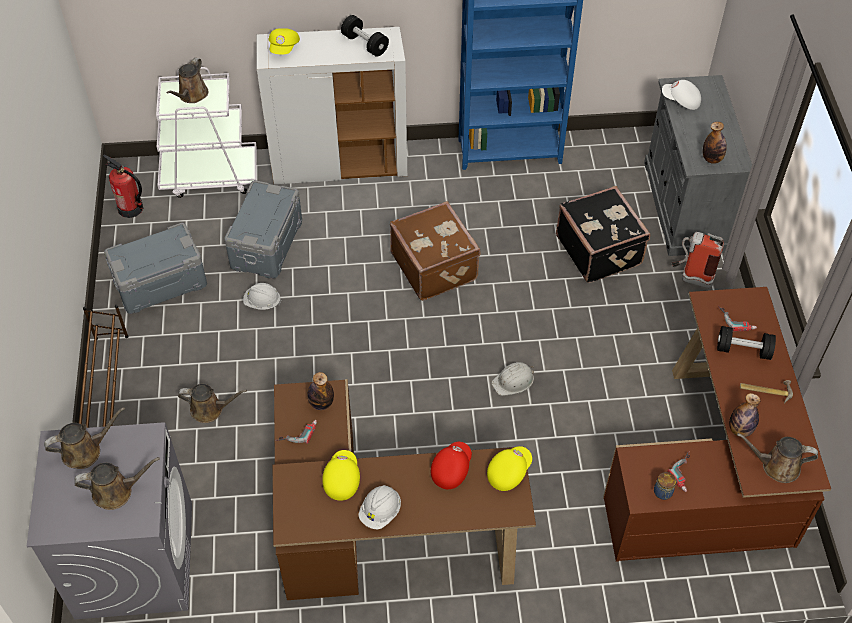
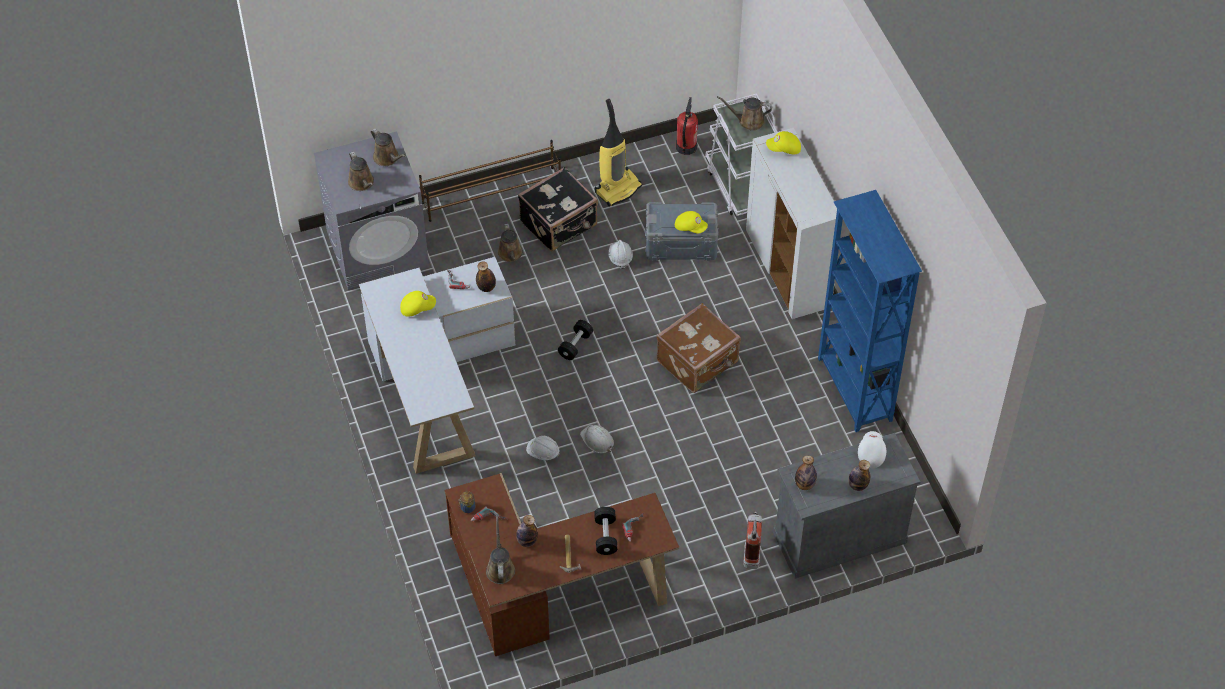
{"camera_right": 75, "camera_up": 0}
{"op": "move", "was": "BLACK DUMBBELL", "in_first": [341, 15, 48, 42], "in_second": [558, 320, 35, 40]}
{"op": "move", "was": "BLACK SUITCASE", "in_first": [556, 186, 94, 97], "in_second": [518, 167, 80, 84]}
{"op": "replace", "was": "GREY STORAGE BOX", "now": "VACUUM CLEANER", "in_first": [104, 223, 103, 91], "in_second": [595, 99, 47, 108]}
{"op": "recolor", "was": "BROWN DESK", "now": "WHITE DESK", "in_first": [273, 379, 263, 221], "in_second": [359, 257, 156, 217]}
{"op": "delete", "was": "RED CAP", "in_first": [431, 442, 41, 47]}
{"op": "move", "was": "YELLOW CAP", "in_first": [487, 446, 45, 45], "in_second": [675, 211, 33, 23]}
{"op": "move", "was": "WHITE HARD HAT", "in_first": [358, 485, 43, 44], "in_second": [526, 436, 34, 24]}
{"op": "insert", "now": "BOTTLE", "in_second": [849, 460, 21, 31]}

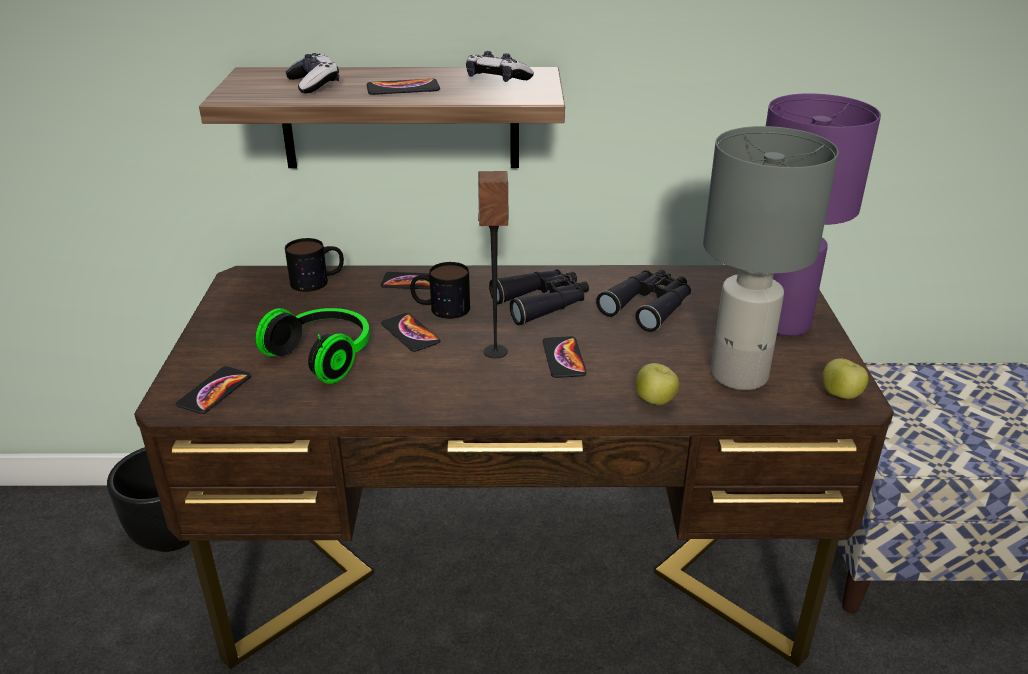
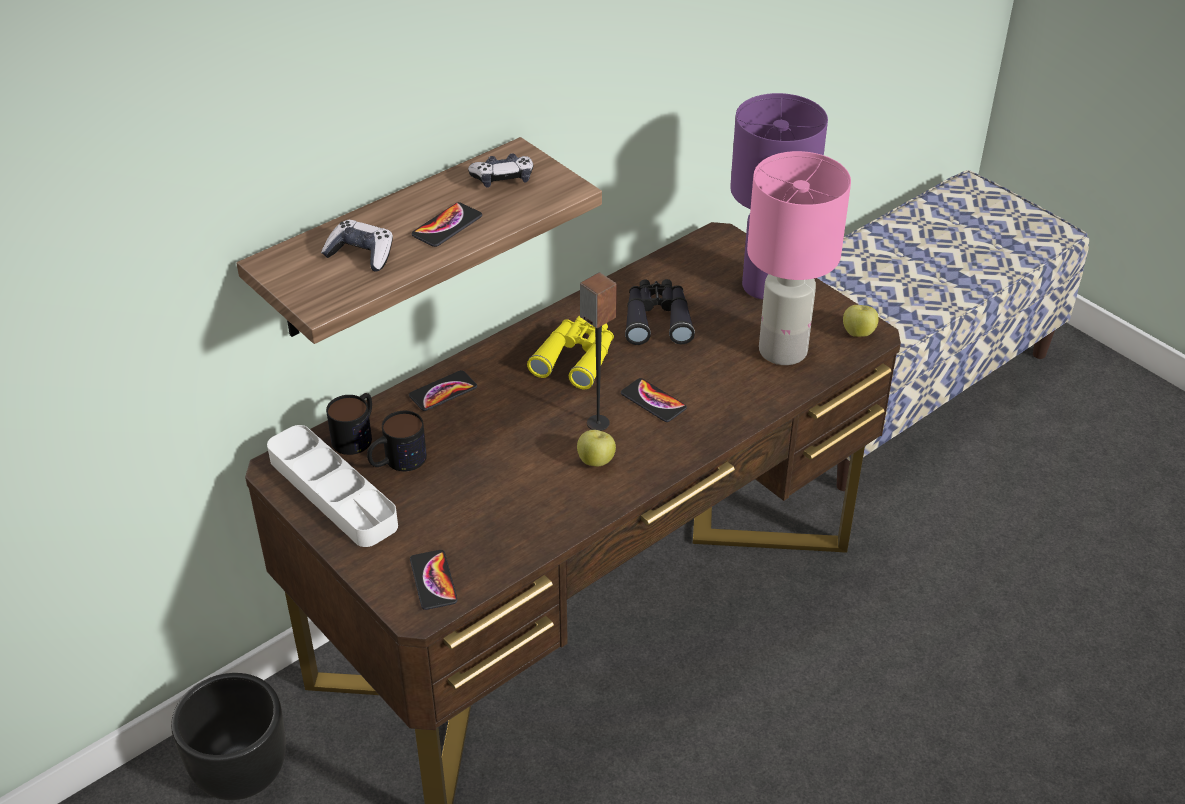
{"camera_right": -40, "camera_up": 10}
{"op": "recolor", "was": "GREY TABLE LAMP", "now": "PINK TABLE LAMP", "in_first": [703, 126, 136, 264], "in_second": [747, 151, 104, 214]}
{"op": "move", "was": "MUG", "in_first": [410, 262, 60, 57], "in_second": [367, 411, 60, 60]}
{"op": "recolor", "was": "BLACK BINOCULARS", "now": "YELLOW BINOCULARS", "in_first": [489, 269, 100, 56], "in_second": [527, 316, 87, 73]}
{"op": "delete", "was": "HEADPHONES", "in_first": [255, 308, 115, 76]}
{"op": "delete", "was": "PHONE", "in_first": [381, 313, 60, 39]}
{"op": "move", "was": "APPLE", "in_first": [636, 363, 43, 42], "in_second": [577, 430, 39, 37]}
{"op": "insert", "now": "WHITE TRAY", "in_second": [267, 425, 131, 122]}

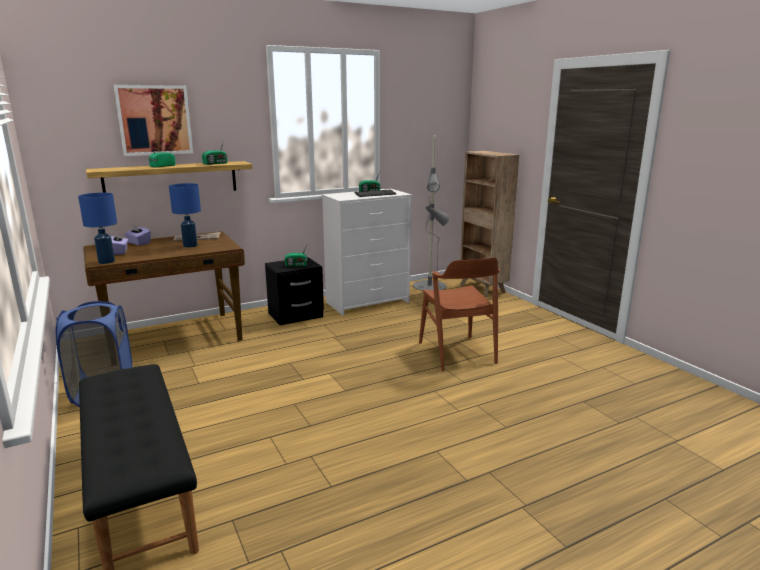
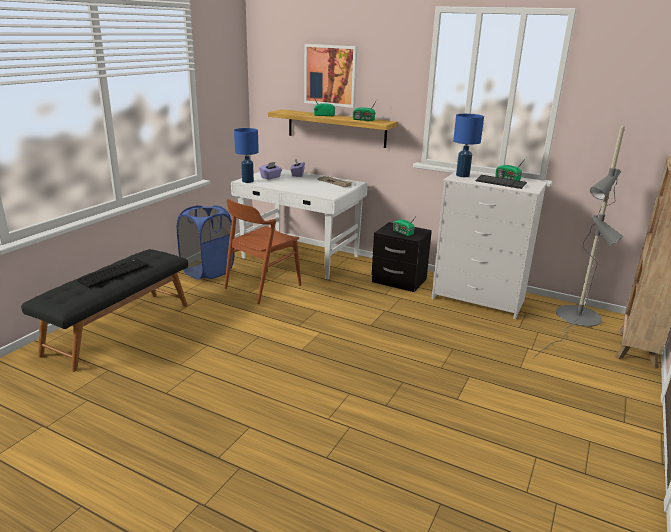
{"camera_right": 55, "camera_up": 5}
{"op": "move", "was": "BLUE TABLE LAMP", "in_first": [169, 183, 32, 65], "in_second": [453, 114, 31, 63]}
{"op": "recolor", "was": "BROWN DESK", "now": "WHITE DESK", "in_first": [83, 231, 162, 110], "in_second": [231, 169, 137, 111]}
{"op": "move", "was": "BROWN CHAIR", "in_first": [419, 257, 81, 114], "in_second": [225, 199, 76, 105]}
{"op": "insert", "now": "KEYBOARD", "in_second": [77, 259, 71, 29]}

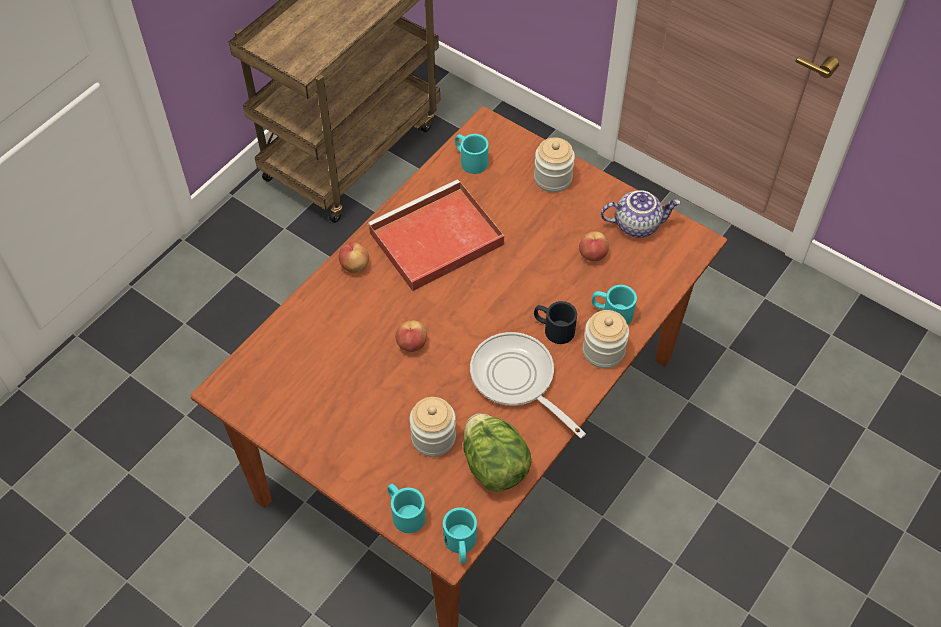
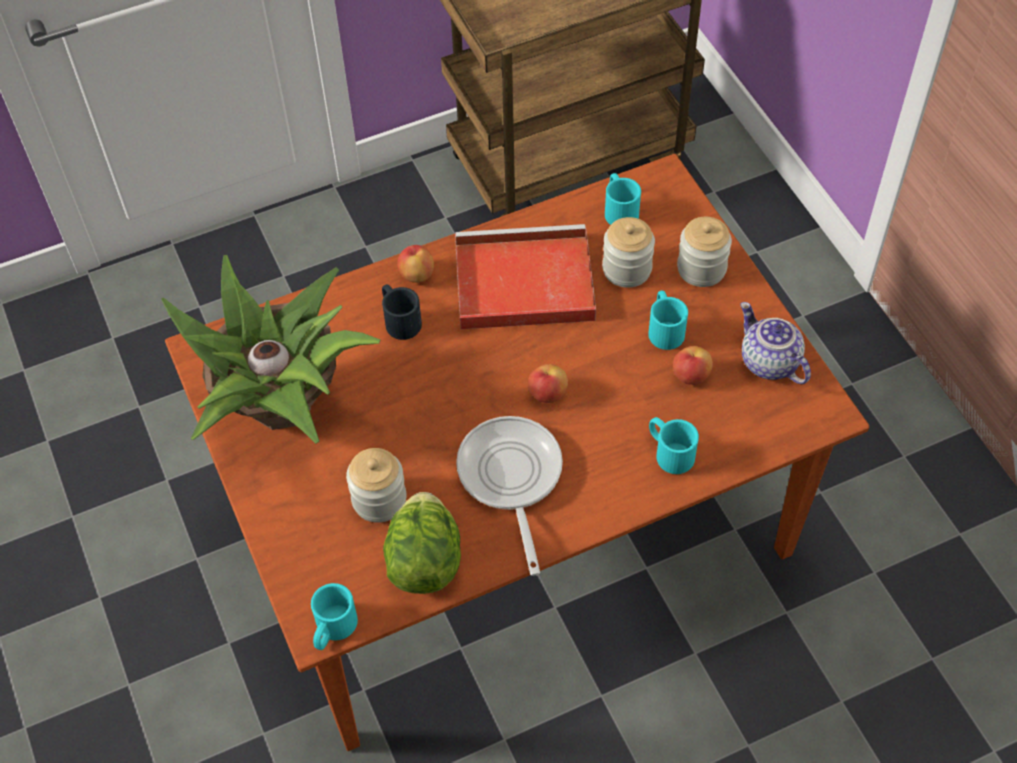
{"camera_right": 30, "camera_up": 0}
{"op": "rotate", "was": "TEAPOT", "in_first": [601, 190, 80, 48], "in_second": [740, 302, 71, 82], "clockwise": -150}
{"op": "move", "was": "BLACK MUG", "in_first": [534, 301, 43, 43], "in_second": [382, 284, 40, 56]}
{"op": "move", "was": "JAR", "in_first": [583, 310, 46, 58], "in_second": [602, 217, 53, 71]}
{"op": "move", "was": "APPLE", "in_first": [395, 320, 32, 32], "in_second": [528, 364, 40, 39]}
{"op": "move", "was": "TURQUOISE MUG", "in_first": [388, 484, 38, 49], "in_second": [648, 291, 40, 59]}
{"op": "insert", "now": "POTTED PLANT", "in_second": [161, 255, 219, 189]}

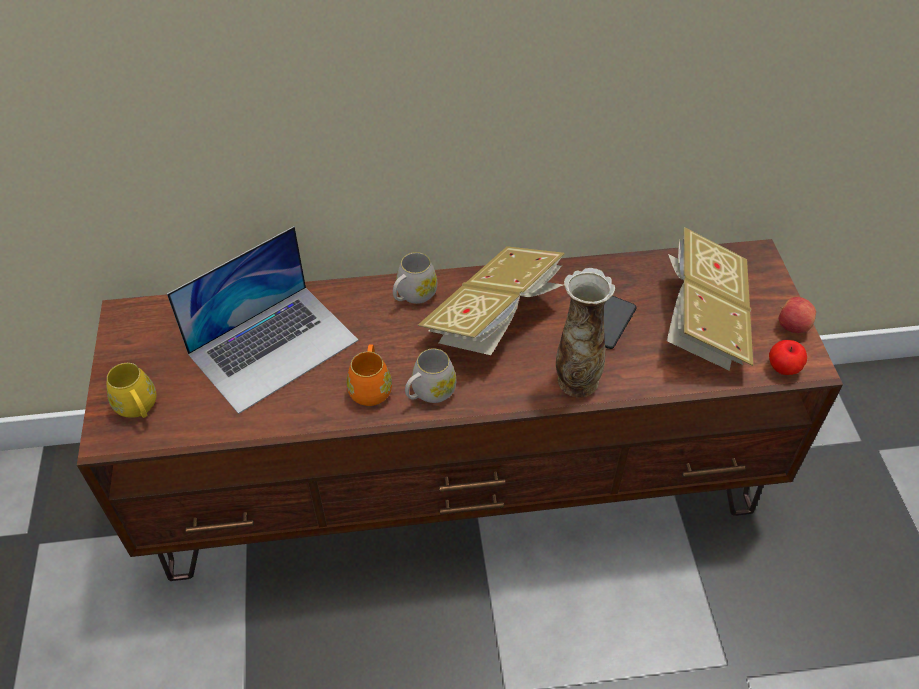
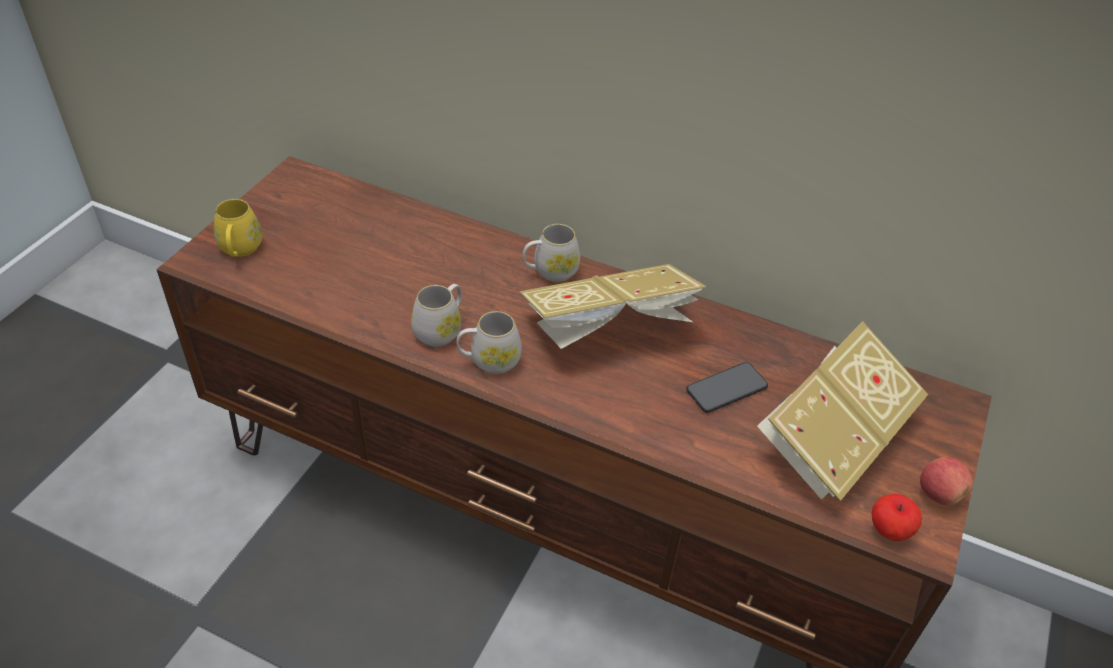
{"camera_right": 30, "camera_up": -5}
{"op": "delete", "was": "LAPTOP", "in_first": [167, 226, 192, 188]}
{"op": "delete", "was": "VASE", "in_first": [556, 268, 59, 129]}
{"op": "recolor", "was": "ORANGE MUG", "now": "WHITE MUG", "in_first": [346, 344, 46, 62], "in_second": [411, 284, 51, 63]}

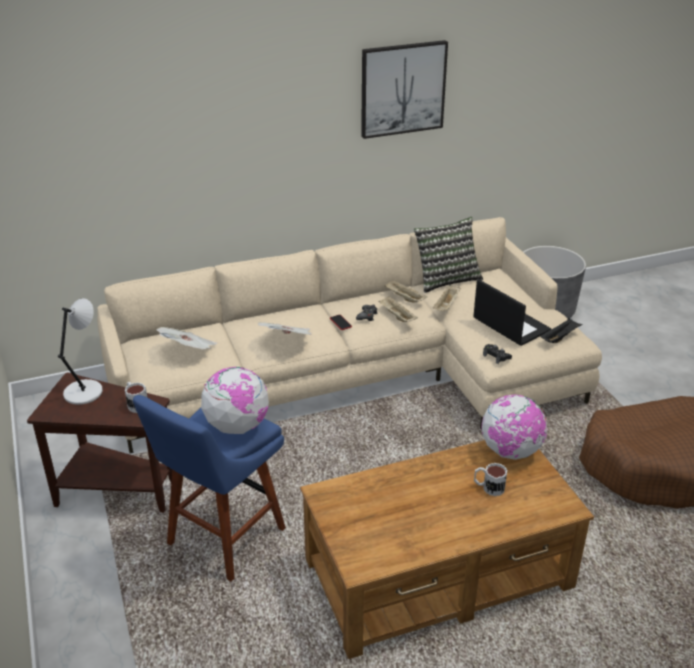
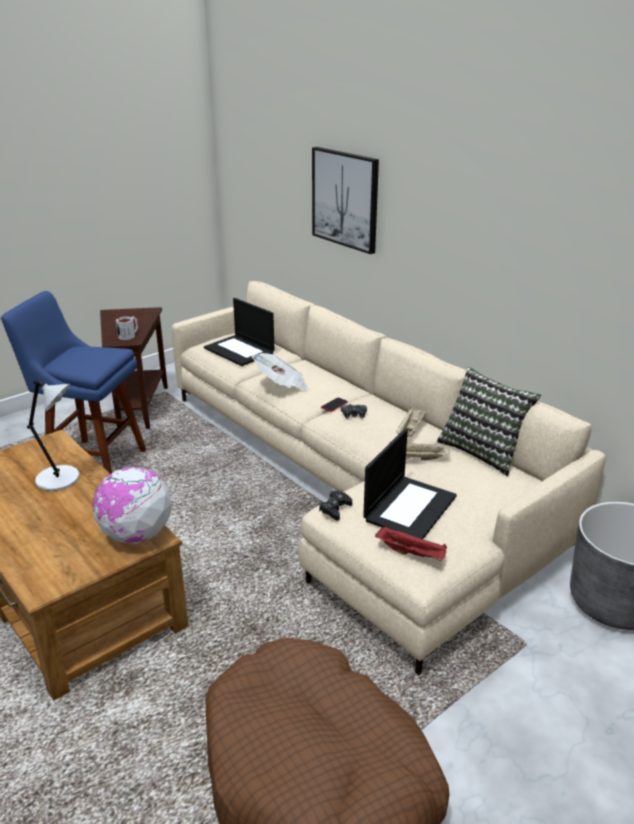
{"camera_right": 70, "camera_up": -5}
{"op": "move", "was": "PICTURE", "in_first": [361, 40, 87, 99], "in_second": [312, 147, 67, 107]}
{"op": "delete", "was": "BEIGE TRAY", "in_first": [379, 296, 39, 26]}
{"op": "move", "was": "GREY TABLE LAMP", "in_first": [58, 298, 45, 107], "in_second": [27, 378, 52, 113]}
{"op": "recolor", "was": "BLACK TRAY", "now": "RED TRAY", "in_first": [540, 318, 43, 25], "in_second": [375, 526, 72, 35]}
{"op": "replace", "was": "NEWSPAPER", "now": "LAPTOP", "in_first": [157, 327, 61, 23], "in_second": [204, 298, 71, 68]}
{"op": "delete", "was": "GLOBE", "in_first": [201, 367, 68, 67]}
{"op": "delete", "was": "MUG", "in_first": [474, 463, 33, 33]}

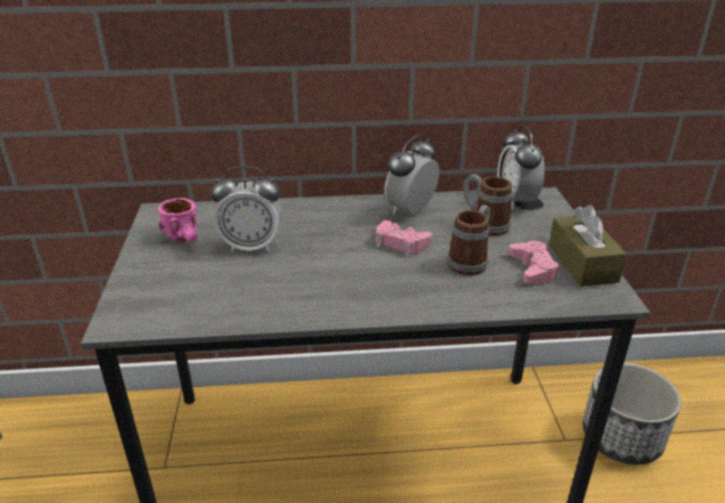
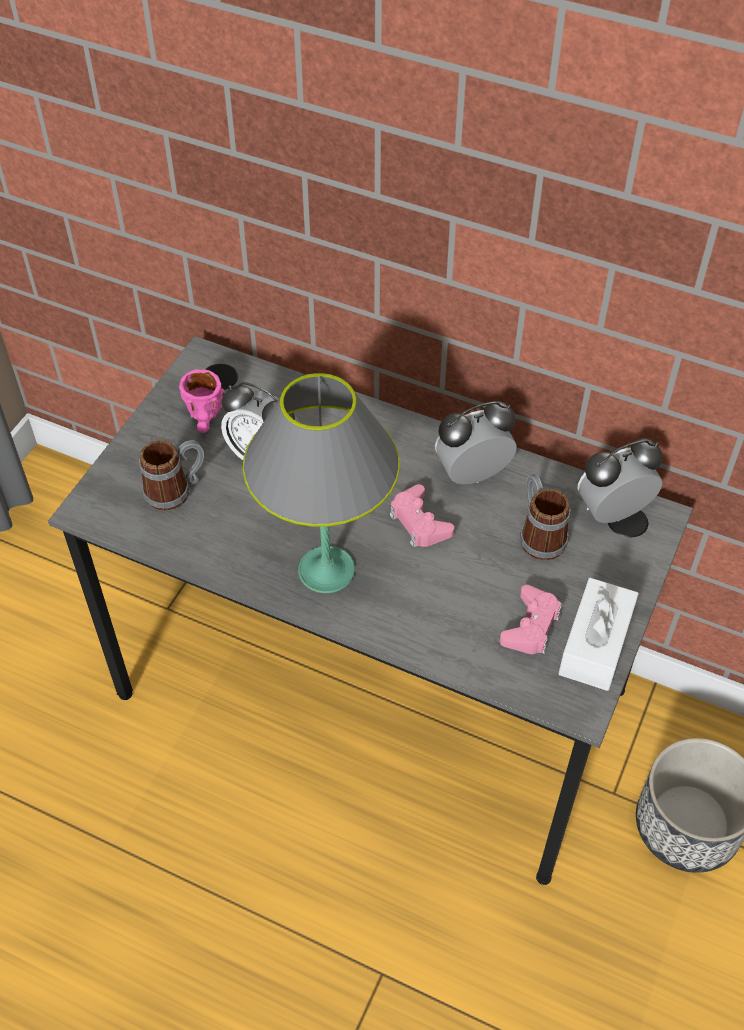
{"camera_right": 30, "camera_up": 20}
{"op": "rotate", "was": "ALARM CLOCK", "in_first": [497, 125, 48, 85], "in_second": [577, 438, 86, 85], "clockwise": 45}
{"op": "move", "was": "MUG", "in_first": [447, 205, 43, 71], "in_second": [139, 440, 65, 71]}
{"op": "recolor", "was": "BROWN TISSUE BOX", "now": "WHITE TISSUE BOX", "in_first": [549, 205, 78, 81], "in_second": [559, 578, 80, 113]}
{"op": "insert", "now": "GREY TABLE LAMP", "in_second": [243, 373, 157, 220]}

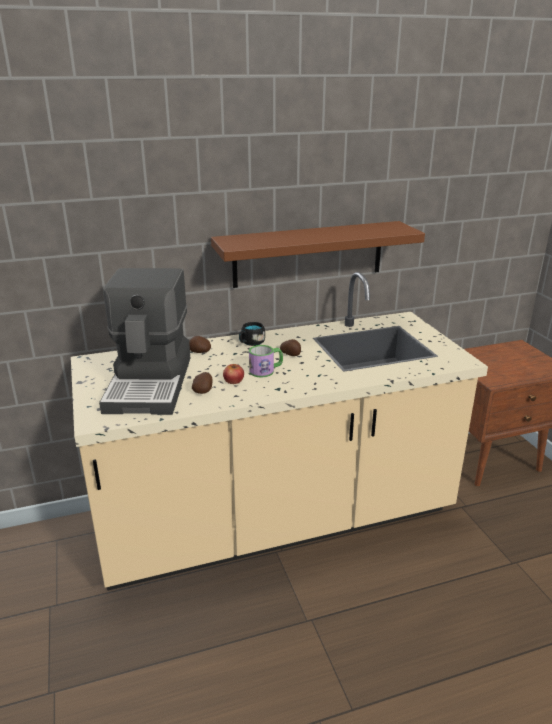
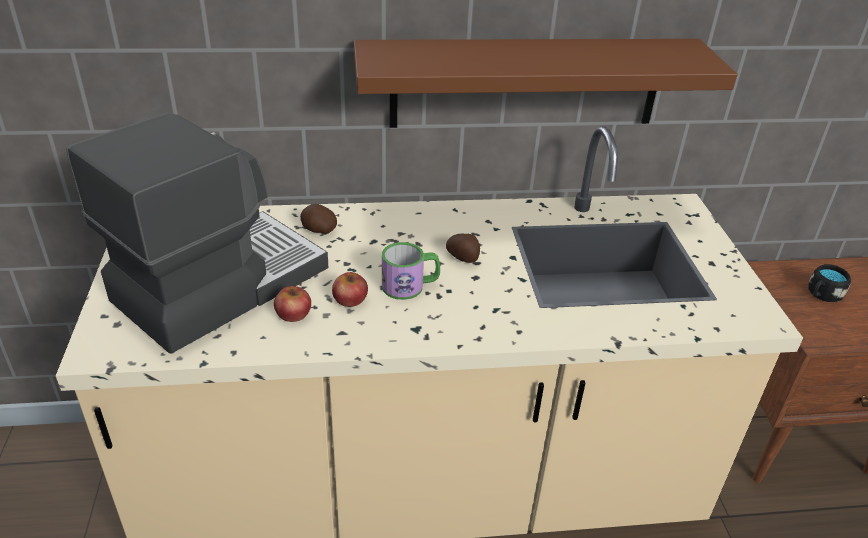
{"camera_right": 10, "camera_up": 10}
{"op": "rotate", "was": "COFFEE MACHINE", "in_first": [99, 268, 91, 147], "in_second": [66, 112, 262, 242], "clockwise": -150}
{"op": "move", "was": "BLACK MUG", "in_first": [239, 322, 26, 24], "in_second": [808, 264, 43, 38]}
{"op": "replace", "was": "POTATO", "now": "APPLE", "in_first": [192, 372, 21, 22], "in_second": [274, 286, 37, 36]}

